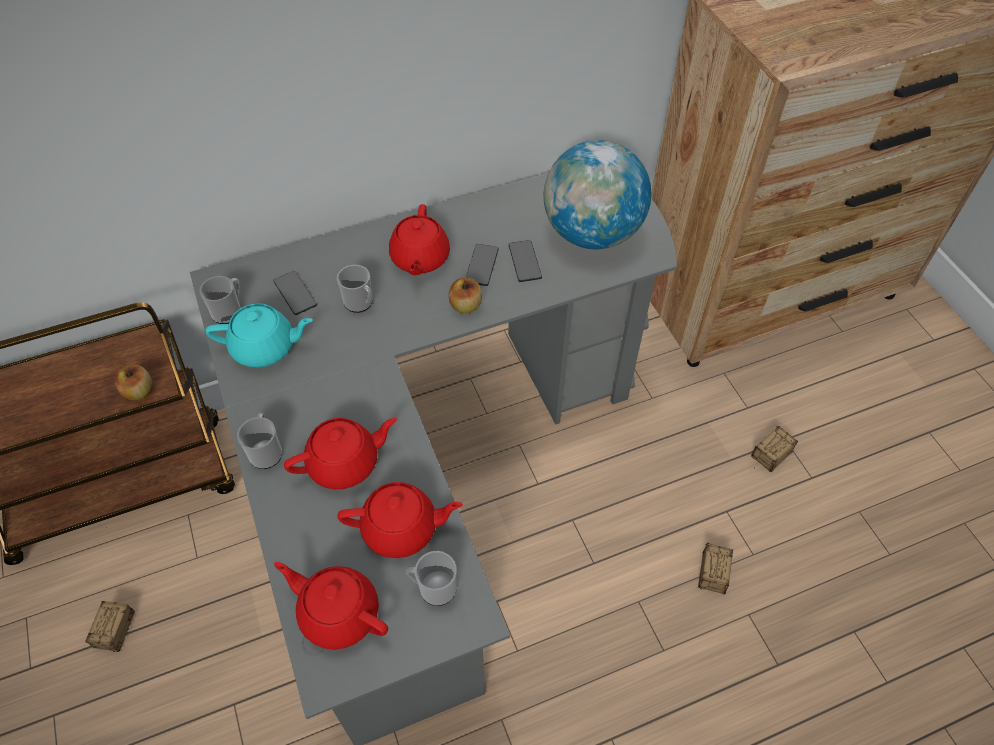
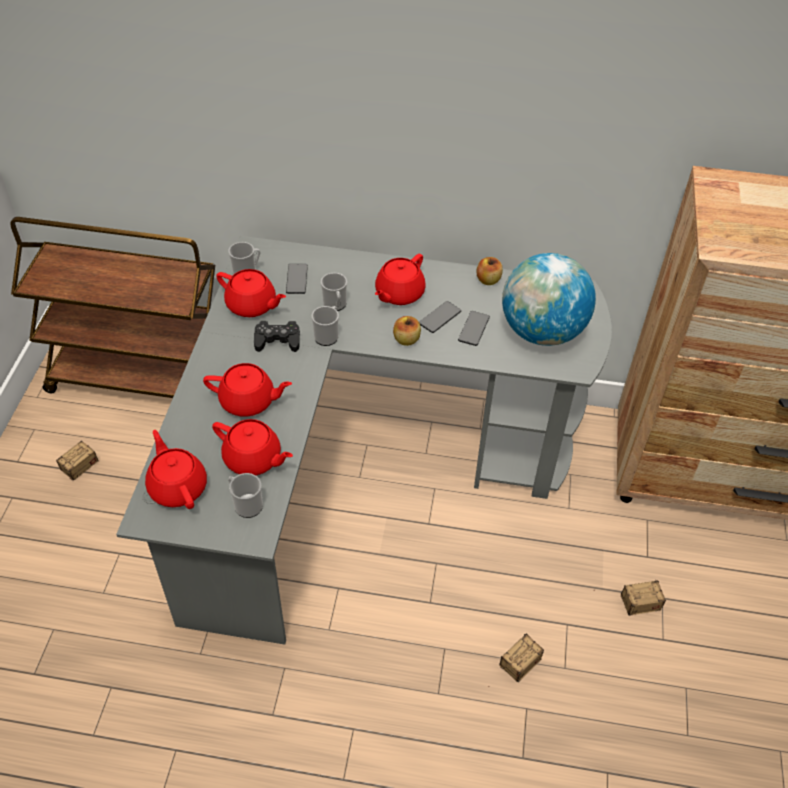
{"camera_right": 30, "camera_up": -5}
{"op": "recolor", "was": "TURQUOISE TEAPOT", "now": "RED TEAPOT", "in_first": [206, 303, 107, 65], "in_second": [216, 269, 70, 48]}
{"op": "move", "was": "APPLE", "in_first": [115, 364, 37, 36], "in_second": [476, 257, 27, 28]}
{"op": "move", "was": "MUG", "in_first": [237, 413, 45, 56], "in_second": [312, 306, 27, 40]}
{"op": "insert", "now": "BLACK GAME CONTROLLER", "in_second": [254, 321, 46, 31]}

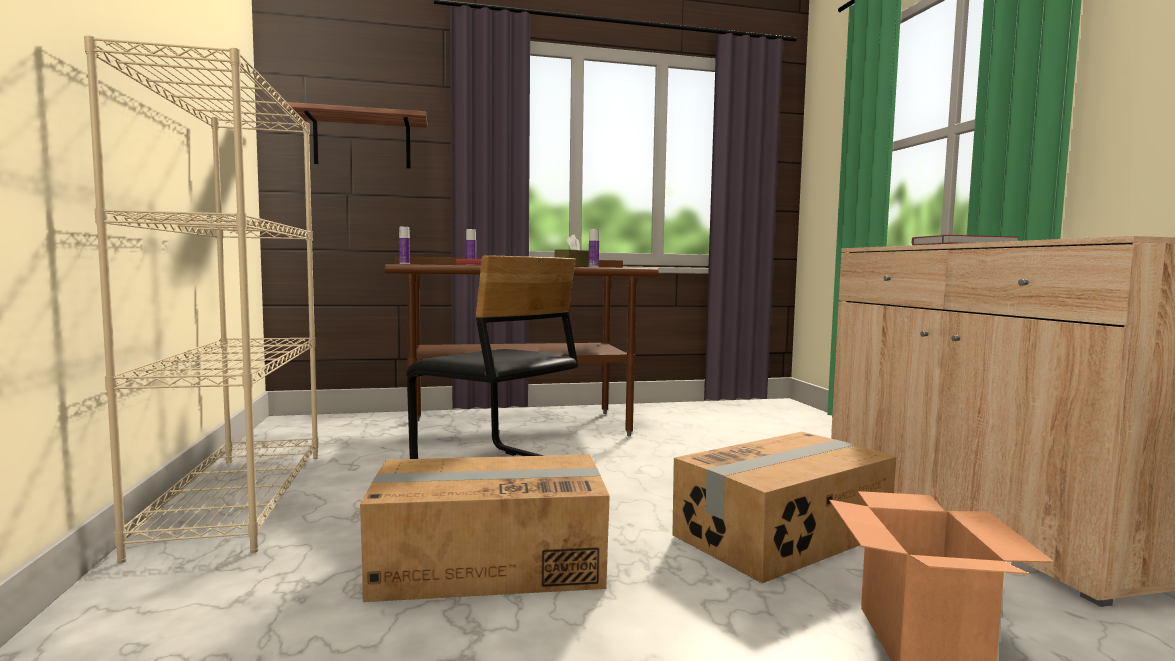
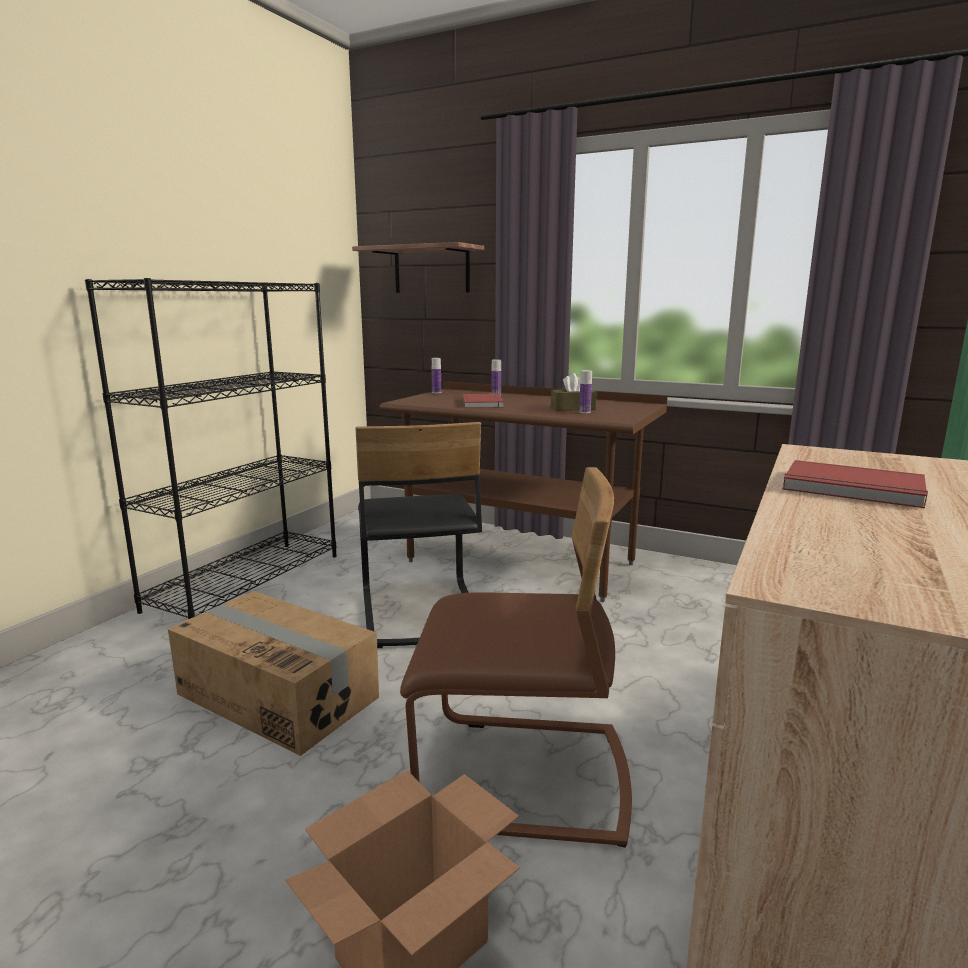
{"camera_right": 40, "camera_up": 10}
{"op": "recolor", "was": "BEIGE BOOKCASE", "now": "BLACK BOOKCASE", "in_first": [84, 36, 234, 527], "in_second": [85, 278, 252, 341]}
{"op": "replace", "was": "CARDBOARD BOX", "now": "BROWN CHAIR", "in_first": [672, 432, 224, 151], "in_second": [400, 467, 232, 381]}

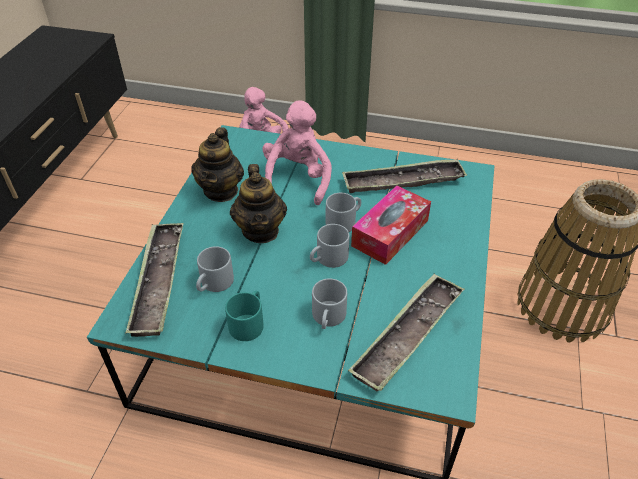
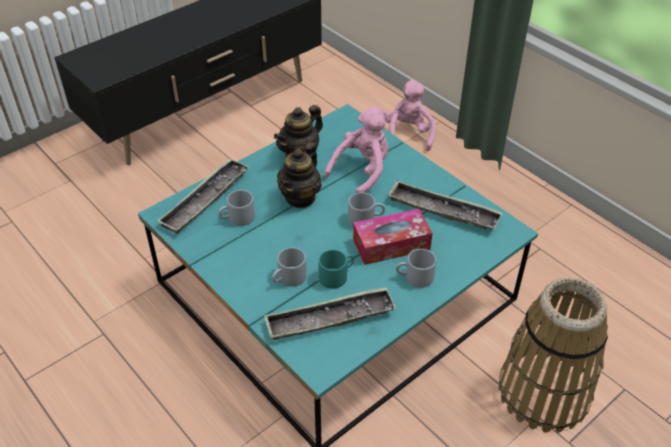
{"camera_right": 35, "camera_up": 0}
{"op": "move", "was": "GREY MUG", "in_first": [310, 224, 40, 44], "in_second": [396, 249, 40, 39]}
{"op": "move", "was": "TURQUOISE MUG", "in_first": [225, 291, 39, 50], "in_second": [318, 250, 36, 39]}

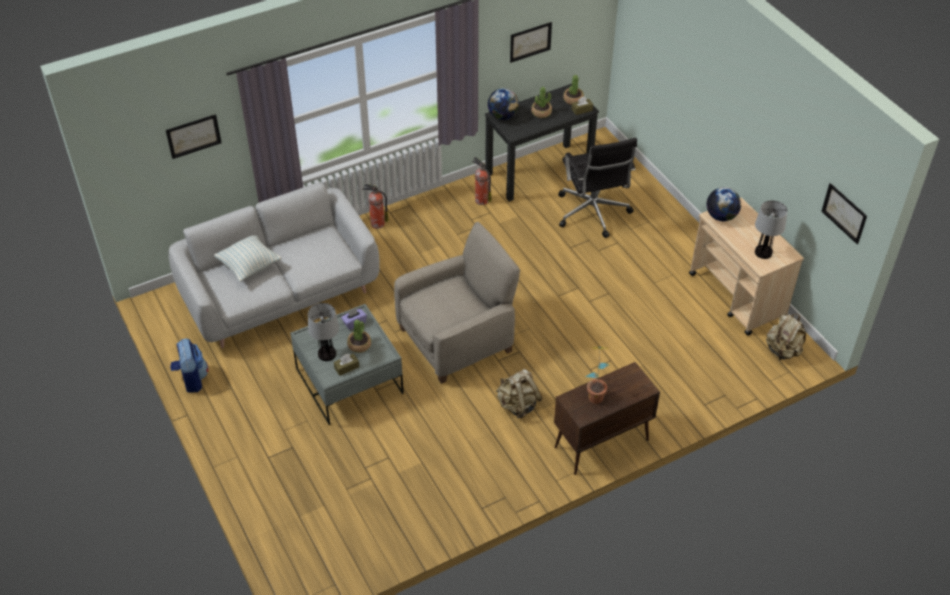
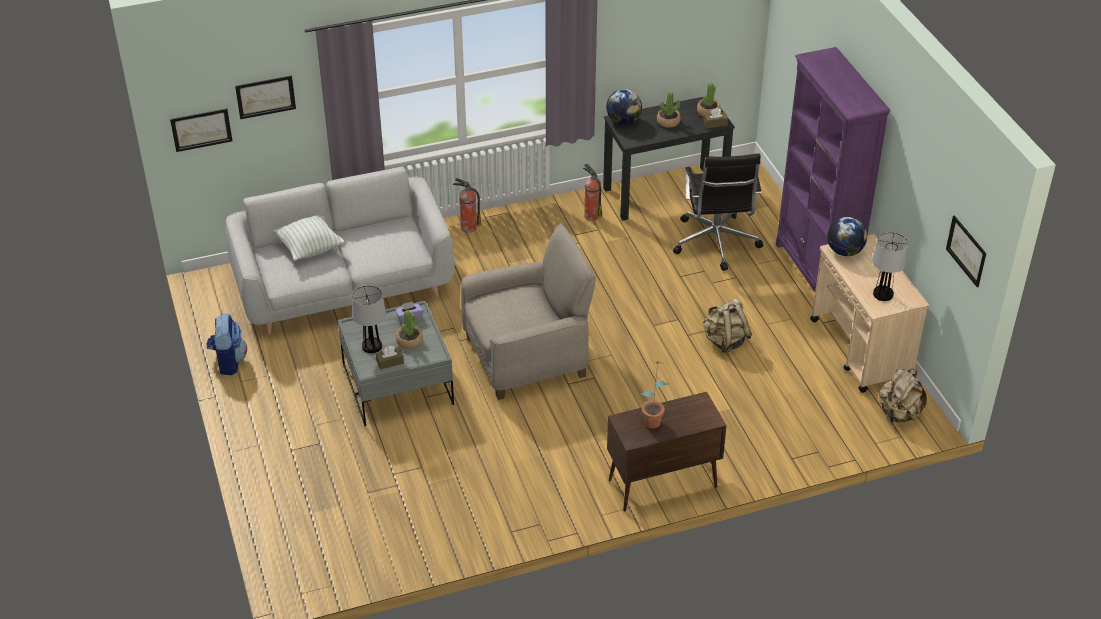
{"camera_right": 10, "camera_up": -5}
{"op": "move", "was": "PICTURE", "in_first": [510, 22, 42, 41], "in_second": [170, 108, 62, 44]}
{"op": "move", "was": "BEIGE BACKPACK", "in_first": [496, 369, 46, 50], "in_second": [702, 299, 50, 54]}
{"op": "insert", "now": "PURPLE BOOKCASE", "in_second": [776, 47, 114, 245]}

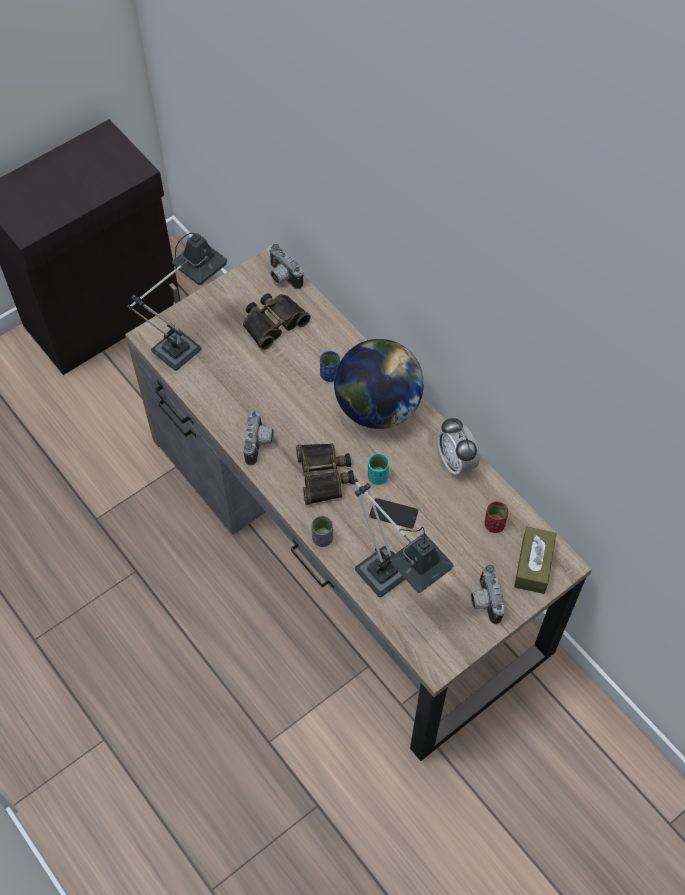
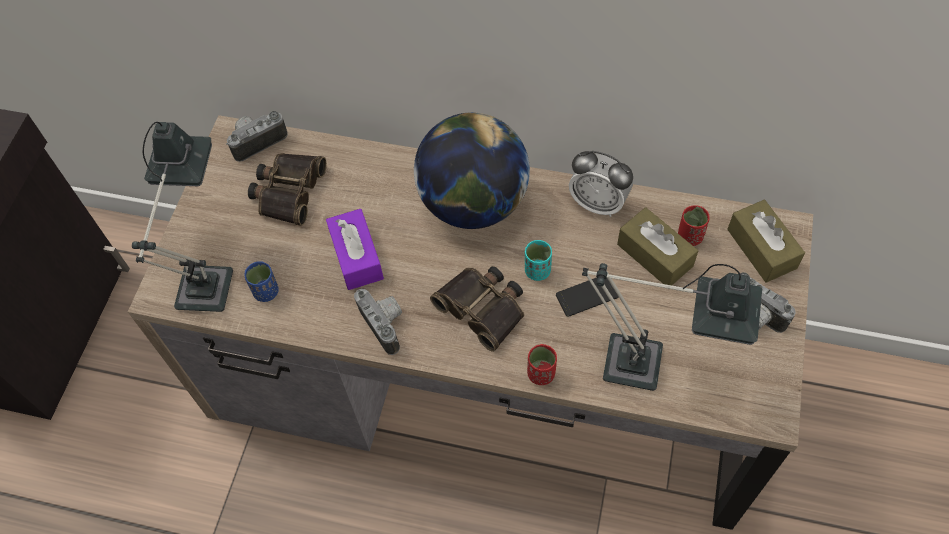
{"camera_right": -35, "camera_up": 0}
{"op": "rotate", "was": "PHOTO CAMERA", "in_first": [269, 244, 34, 45], "in_second": [226, 111, 62, 51], "clockwise": 135}
{"op": "move", "was": "BLUE CUP", "in_first": [320, 351, 20, 31], "in_second": [245, 261, 34, 41]}
{"op": "recolor", "was": "GREY CUP", "now": "RED CUP", "in_first": [311, 516, 22, 31], "in_second": [527, 344, 30, 41]}
{"op": "insert", "now": "BROWN TISSUE BOX", "in_second": [617, 207, 81, 78]}
{"op": "insert", "now": "PURPLE TISSUE BOX", "in_second": [326, 209, 58, 81]}

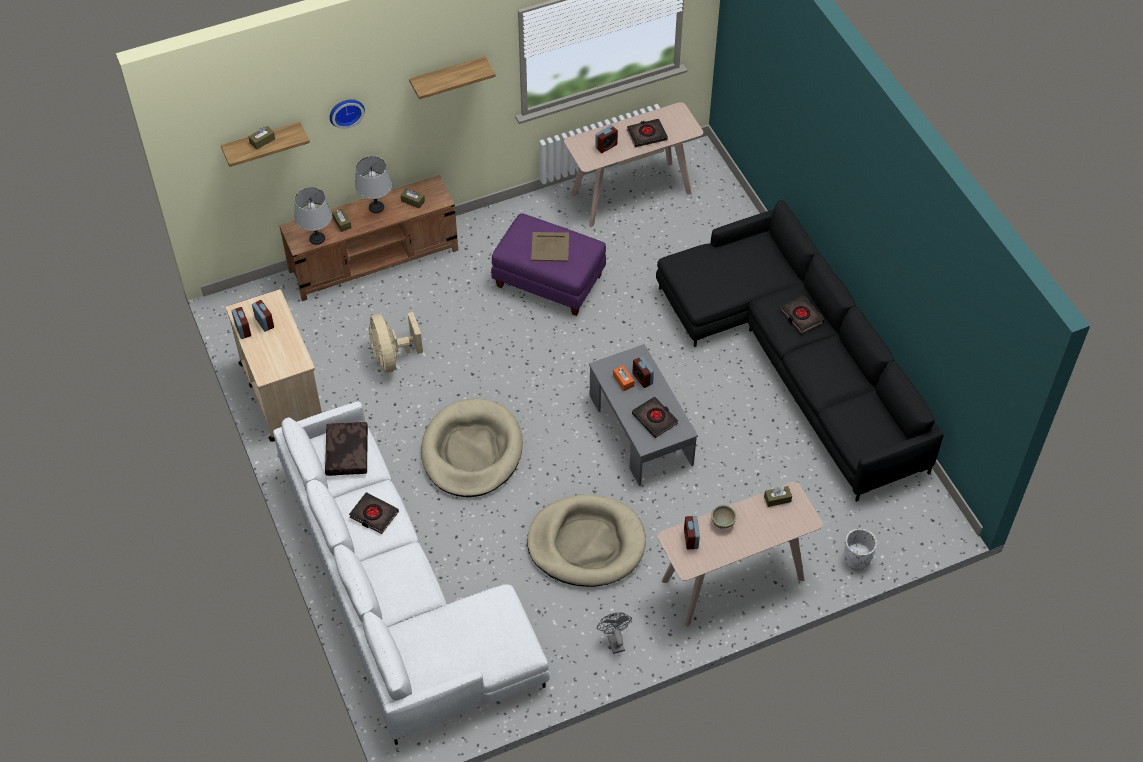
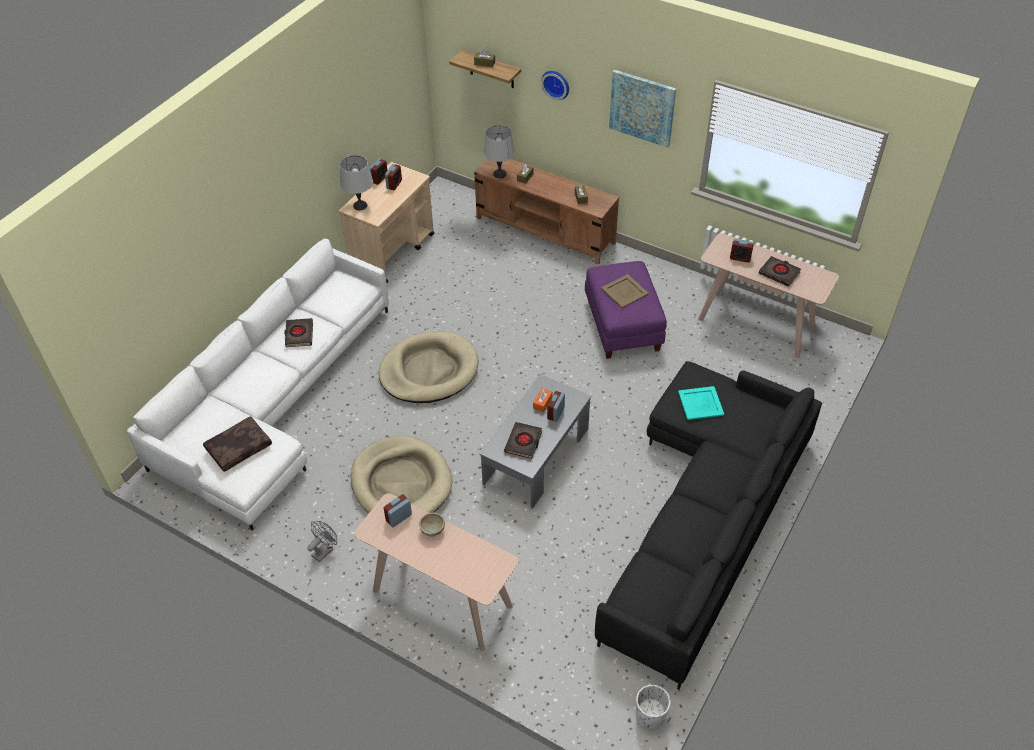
{"camera_right": 55, "camera_up": -5}
{"op": "replace", "was": "SHELF", "now": "PICTURE", "in_first": [409, 56, 87, 44], "in_second": [609, 70, 67, 77]}
{"op": "move", "was": "GREY TABLE LAMP", "in_first": [355, 156, 37, 57], "in_second": [340, 155, 33, 55]}
{"op": "delete", "was": "BLACK BOOK", "in_first": [780, 296, 44, 38]}
{"op": "delete", "was": "BEIGE FAN", "in_first": [369, 312, 54, 61]}
{"op": "move", "was": "BROWN PILLOW", "in_first": [325, 422, 43, 54], "in_second": [203, 416, 69, 56]}
{"op": "delete", "was": "BROWN TISSUE BOX", "in_first": [764, 486, 28, 21]}
{"op": "move", "was": "WHITE PLANTER", "in_first": [844, 529, 33, 40], "in_second": [636, 685, 35, 45]}
{"op": "insert", "now": "TURQUOISE TRAY", "in_second": [678, 386, 46, 34]}

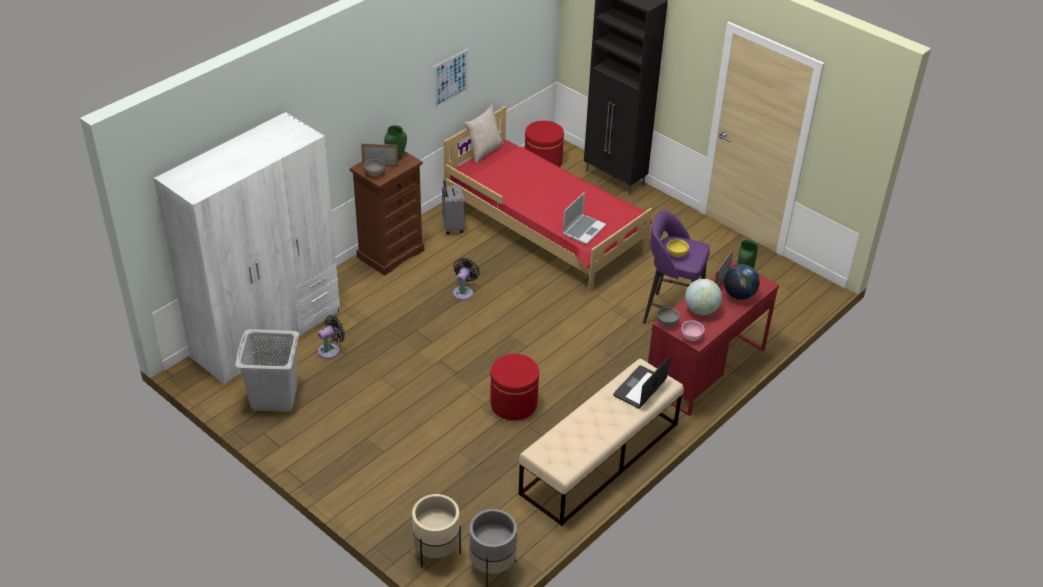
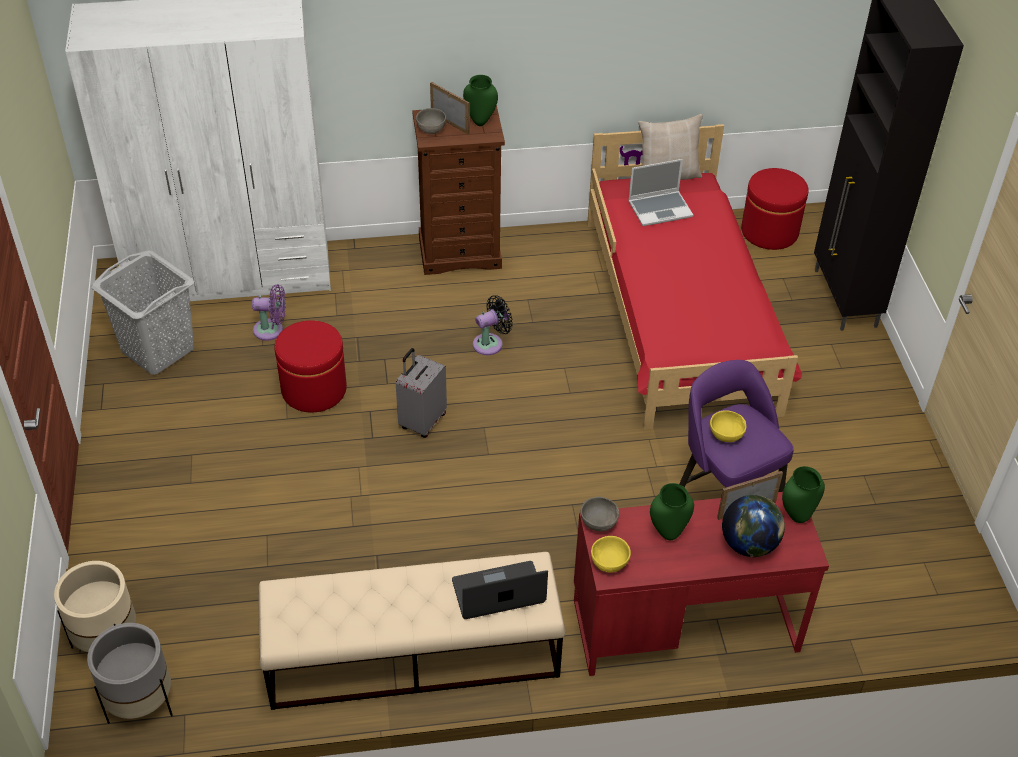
{"camera_right": 40, "camera_up": 5}
{"op": "delete", "was": "PICTURE", "in_first": [433, 49, 35, 60]}
{"op": "move", "was": "GREY SUITCASE", "in_first": [442, 180, 22, 54], "in_second": [396, 348, 51, 90]}
{"op": "move", "was": "LAPTOP", "in_first": [562, 192, 44, 52], "in_second": [628, 159, 65, 67]}
{"op": "replace", "was": "GLOBE", "now": "GREEN VASE", "in_first": [685, 279, 37, 36], "in_second": [650, 483, 44, 57]}
{"op": "recolor", "was": "BLACK FAN", "now": "PURPLE FAN", "in_first": [318, 315, 27, 44], "in_second": [252, 284, 34, 57]}
{"op": "recolor", "was": "PINK BOWL", "now": "YELLOW BOWL", "in_first": [681, 320, 24, 21], "in_second": [591, 536, 40, 37]}
{"op": "move", "was": "RED OTTOMAN", "in_first": [490, 354, 49, 66], "in_second": [275, 320, 72, 92]}

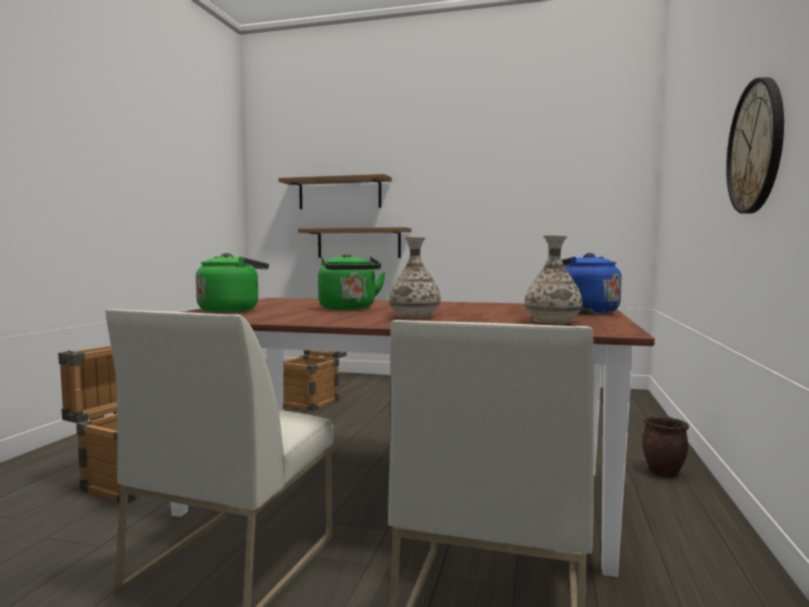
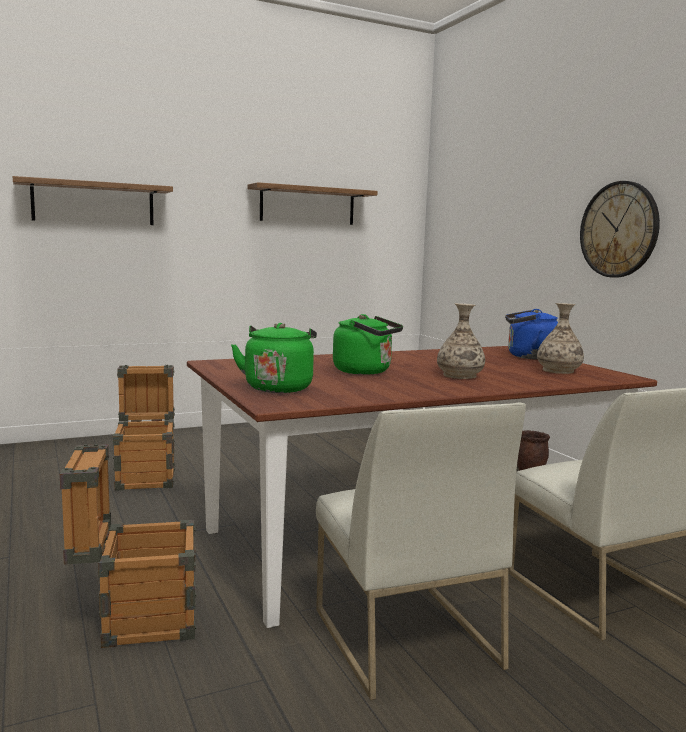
{"camera_right": -40, "camera_up": 5}
{"op": "move", "was": "SHELF", "in_first": [298, 227, 113, 31], "in_second": [248, 182, 129, 43]}

